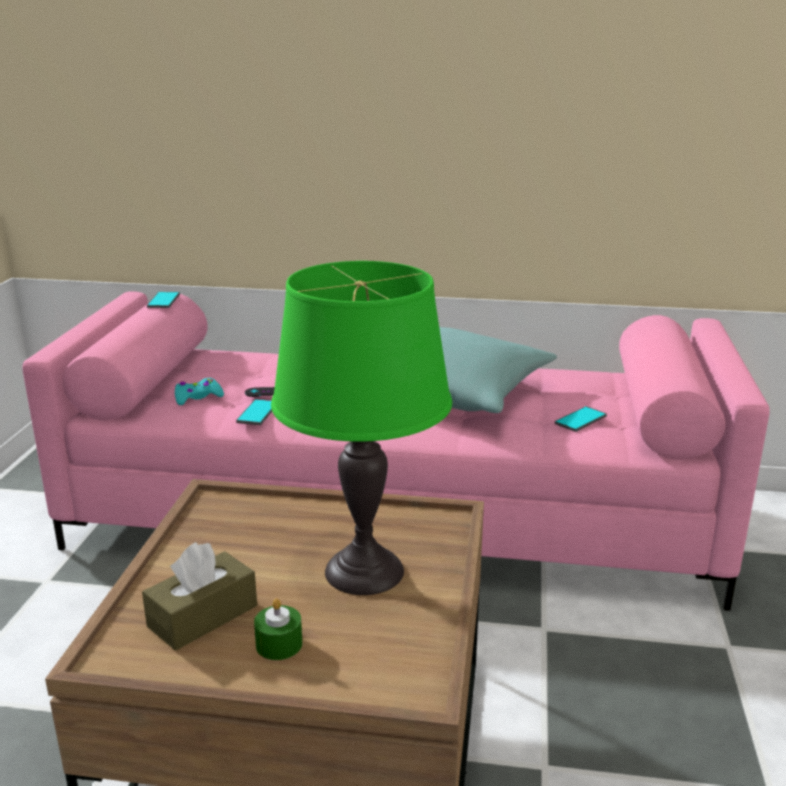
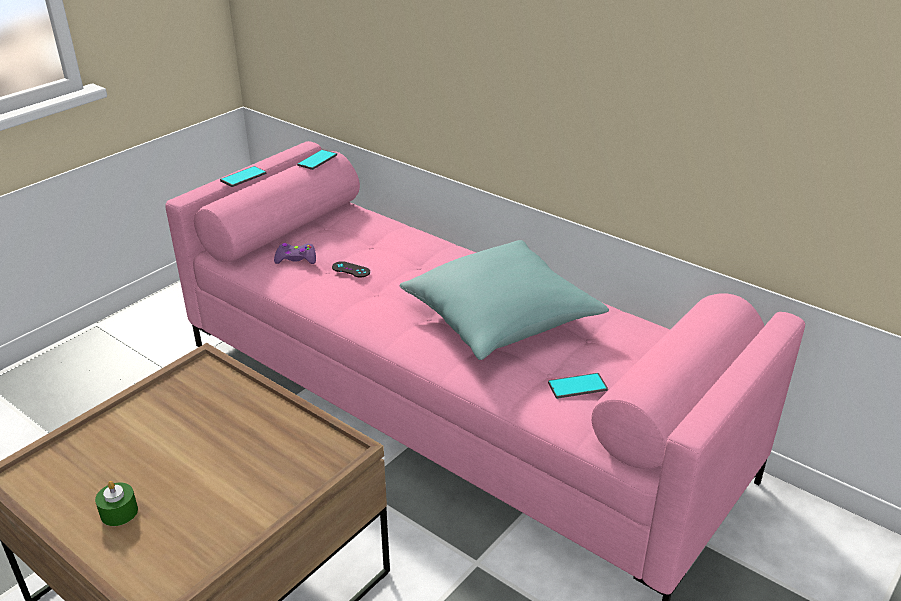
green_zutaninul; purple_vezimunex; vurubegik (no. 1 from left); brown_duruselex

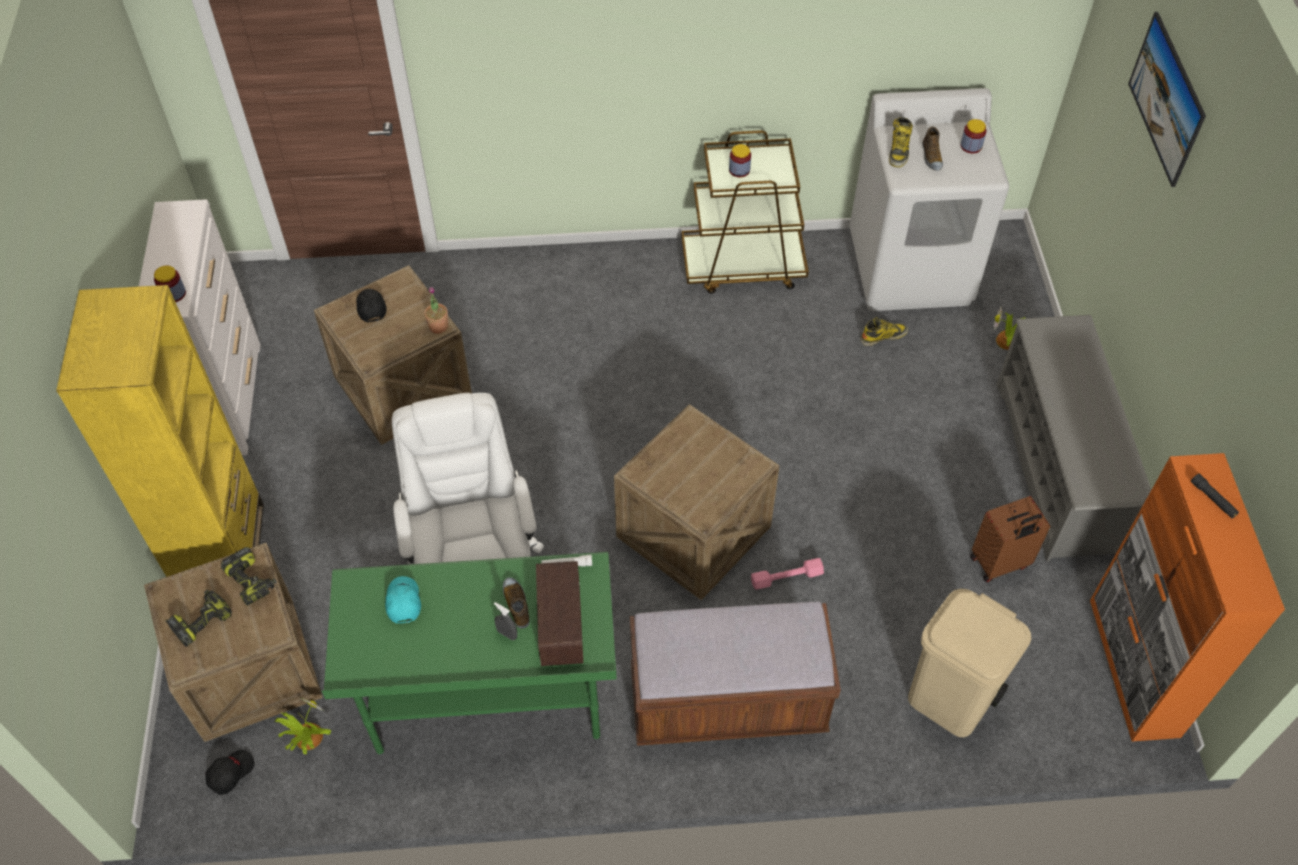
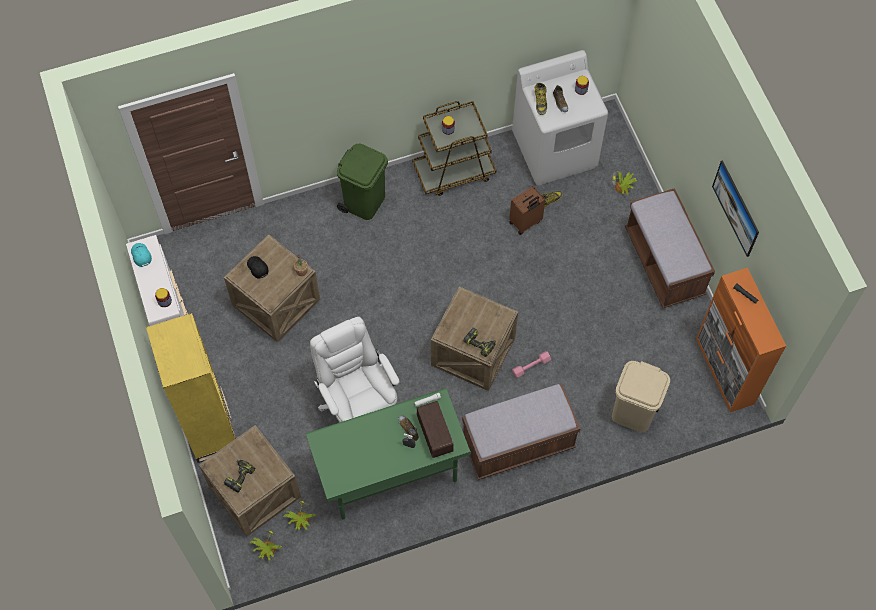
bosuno; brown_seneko (no. 2 from left); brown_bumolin; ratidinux (no. 2 from left); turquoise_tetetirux; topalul (no. 1 from left); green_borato

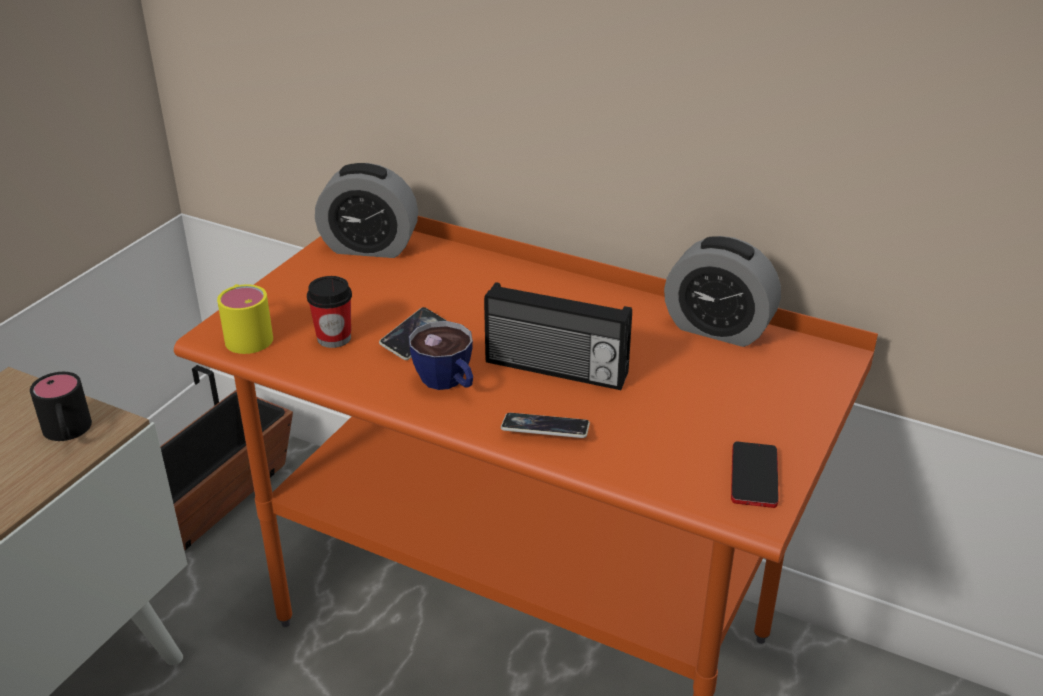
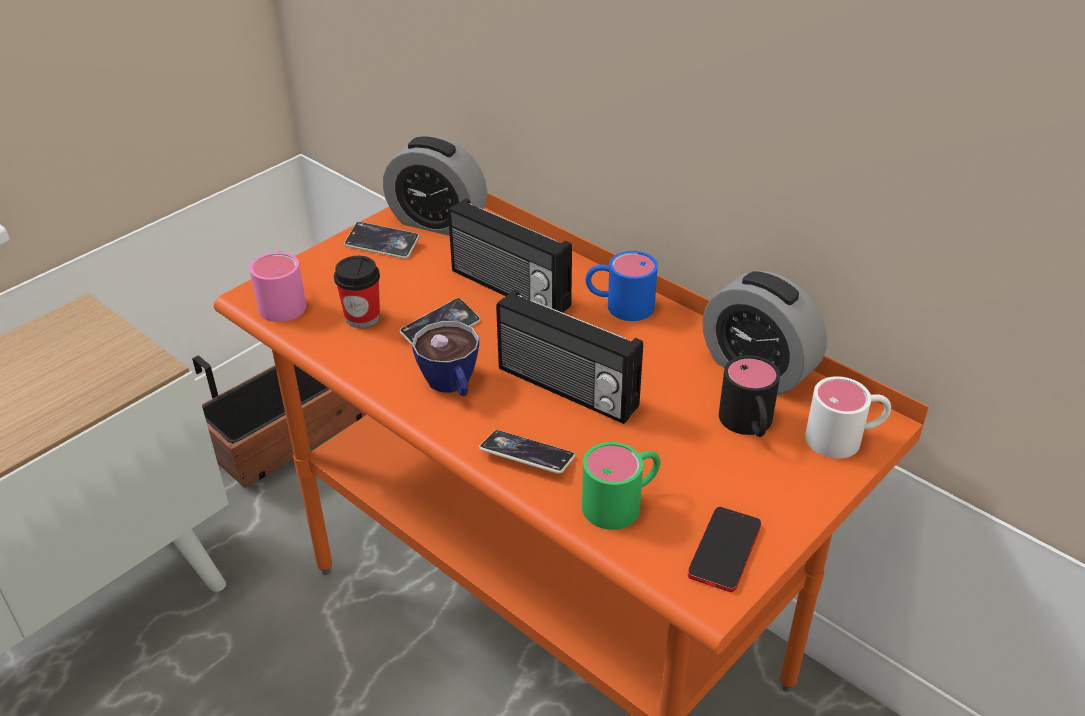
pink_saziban; black_saziban; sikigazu (no. 1 from left); vurubegik (no. 1 from left); blue_saziban; white_saziban; green_saziban

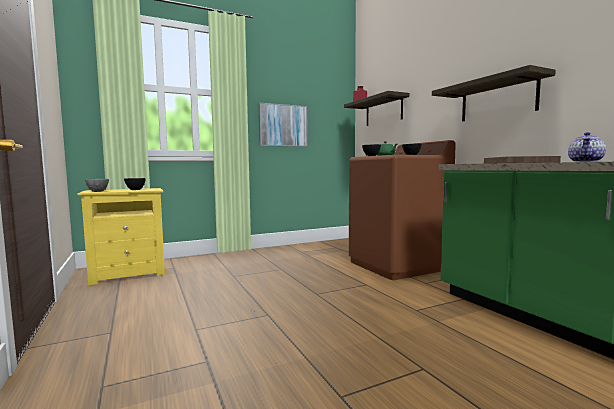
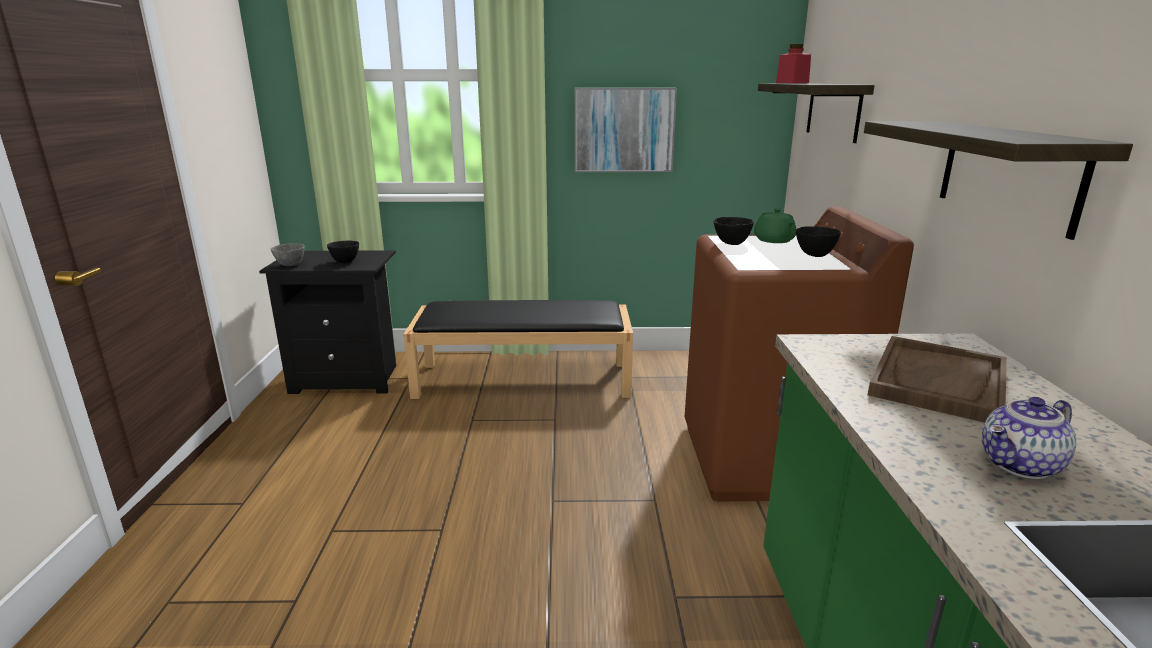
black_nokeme; black_seneko

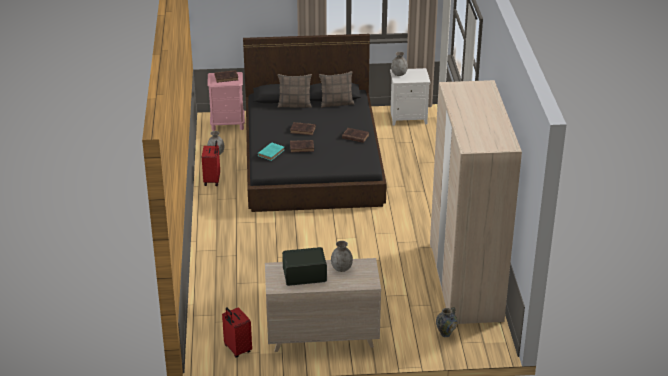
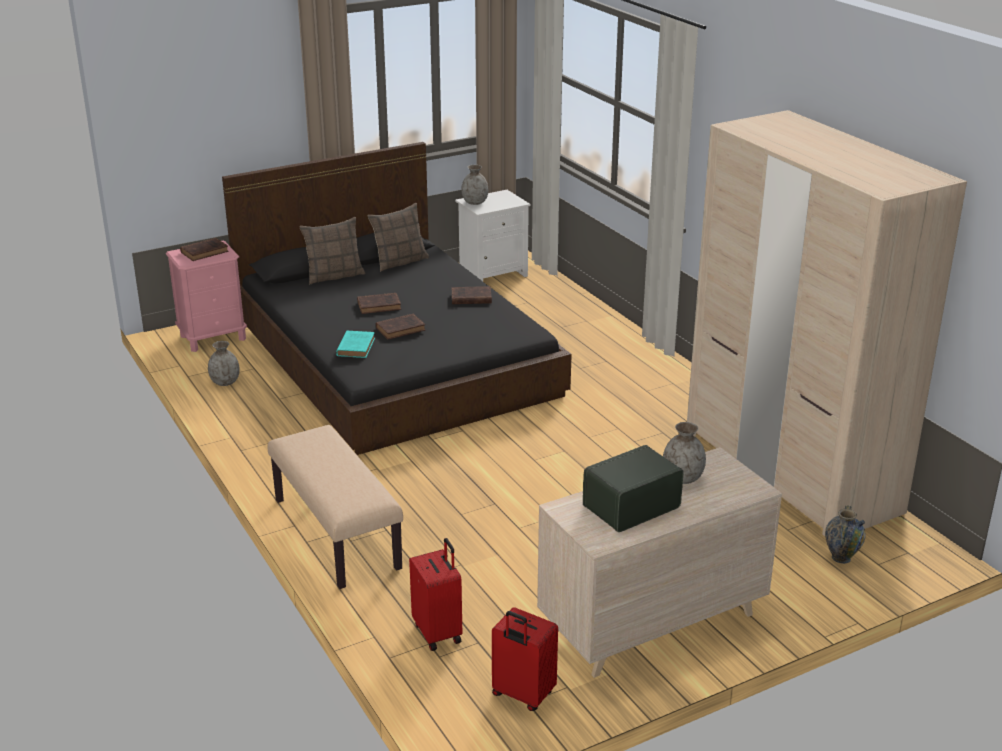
red_bumolin (no. 1 from left); beige_seneko

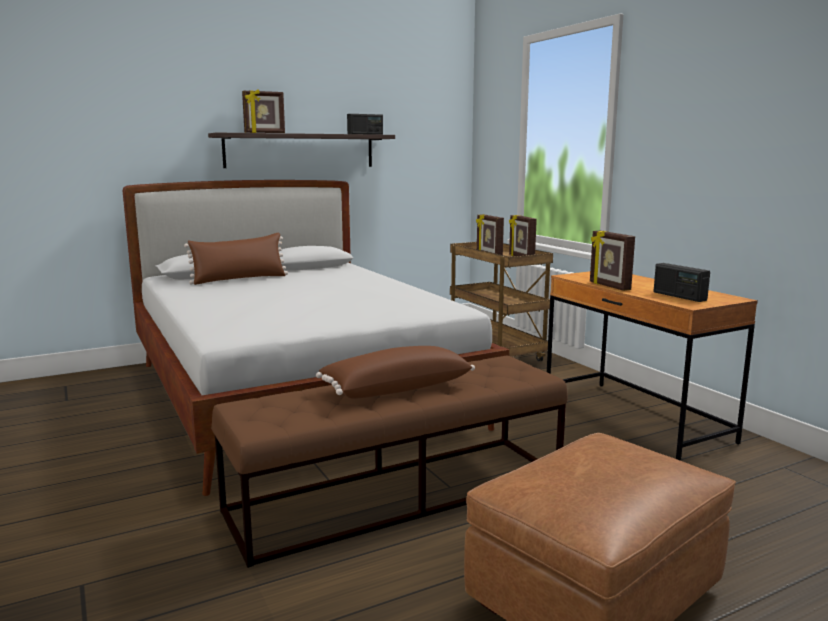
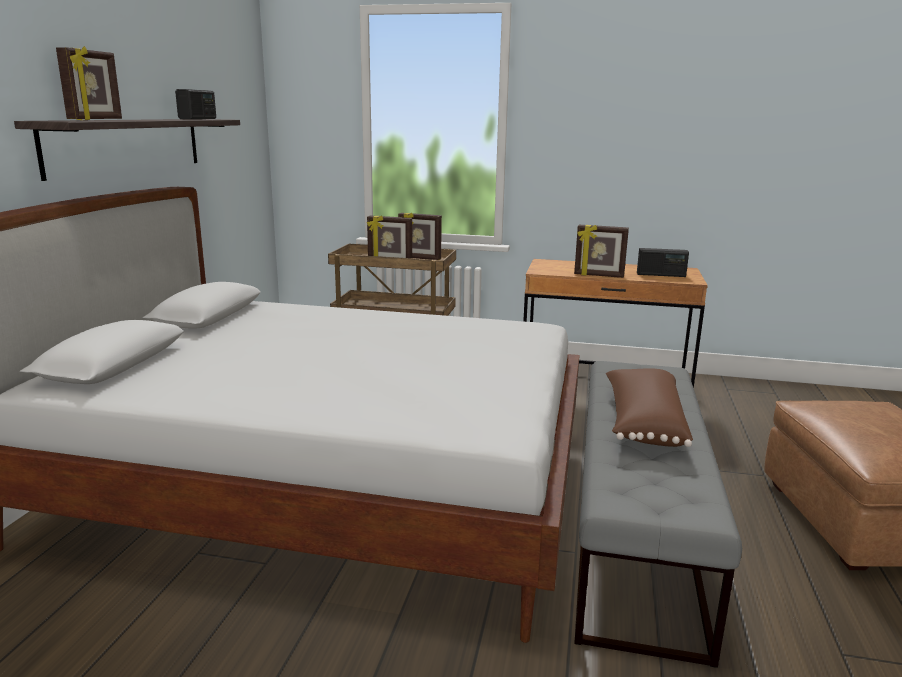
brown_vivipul (no. 1 from left in the first image); grey_seneko

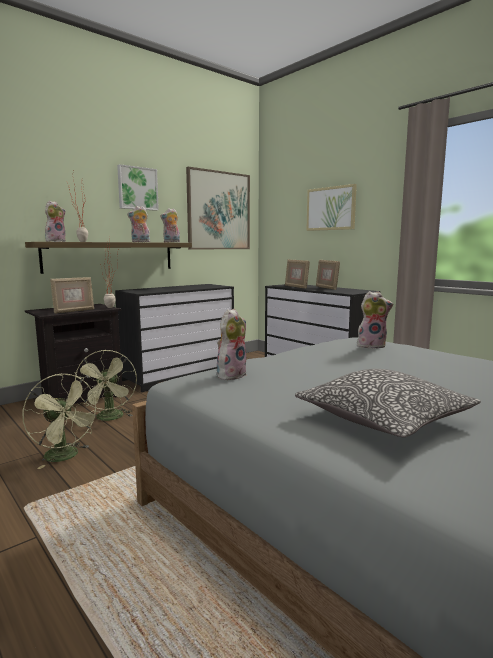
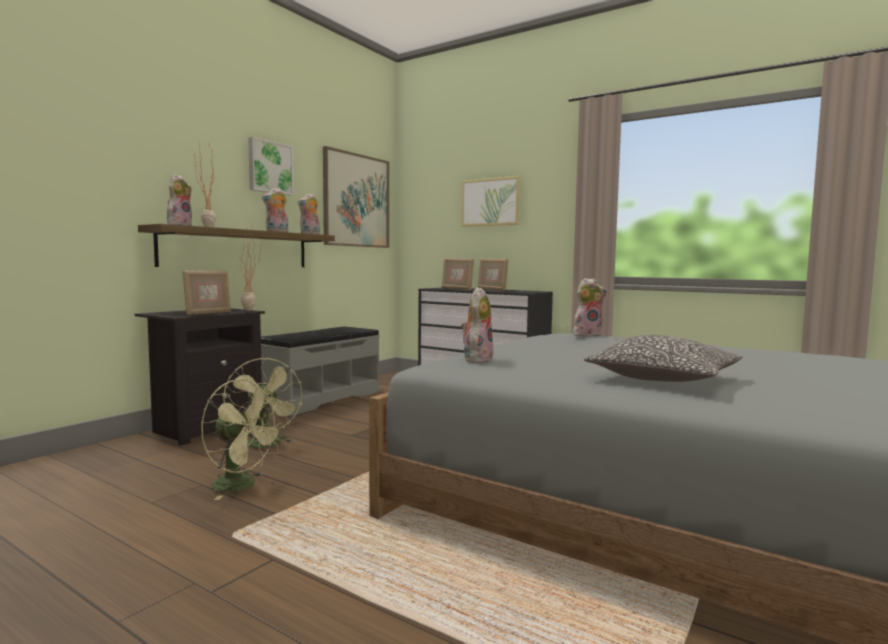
grey_seneko

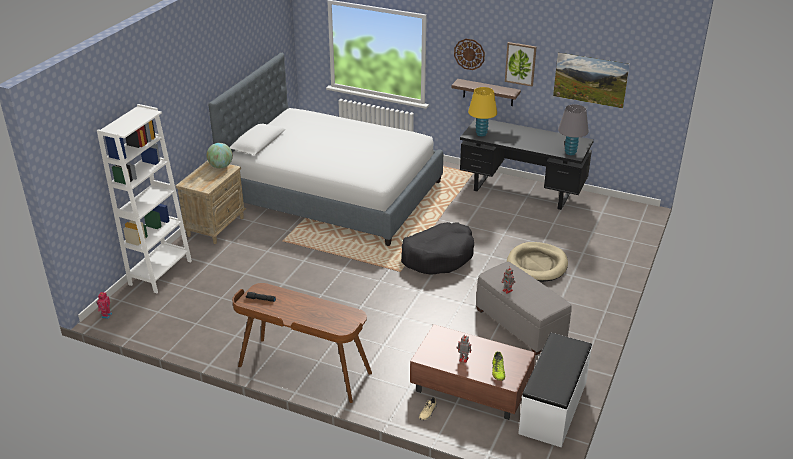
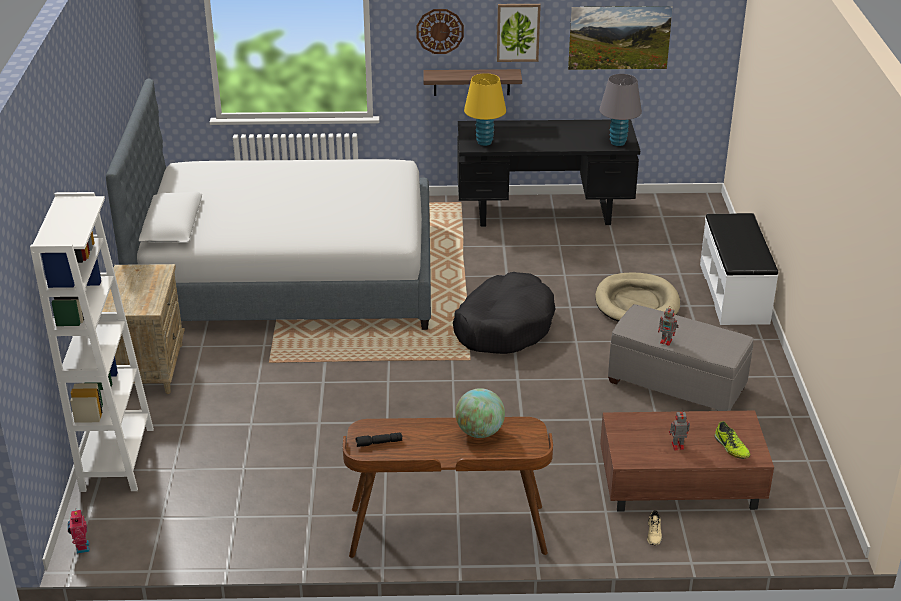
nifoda; white_seneko

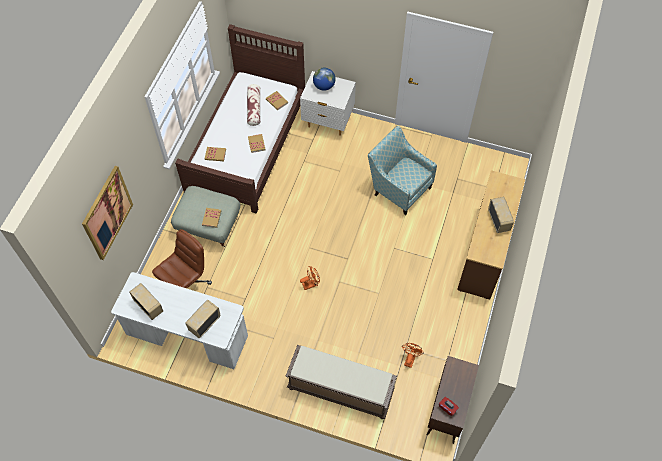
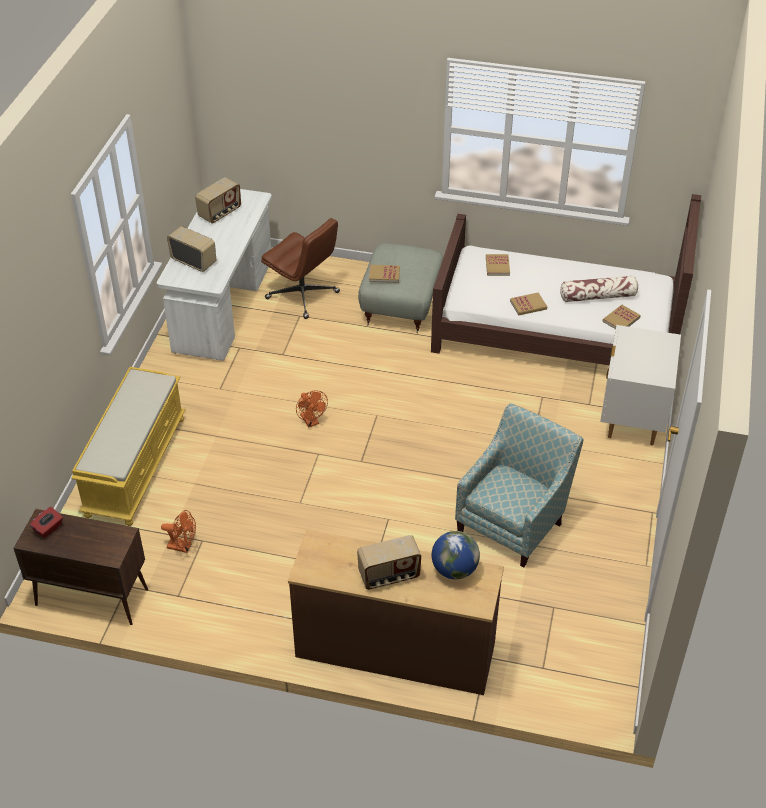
nifoda; bosuno; yellow_seneko

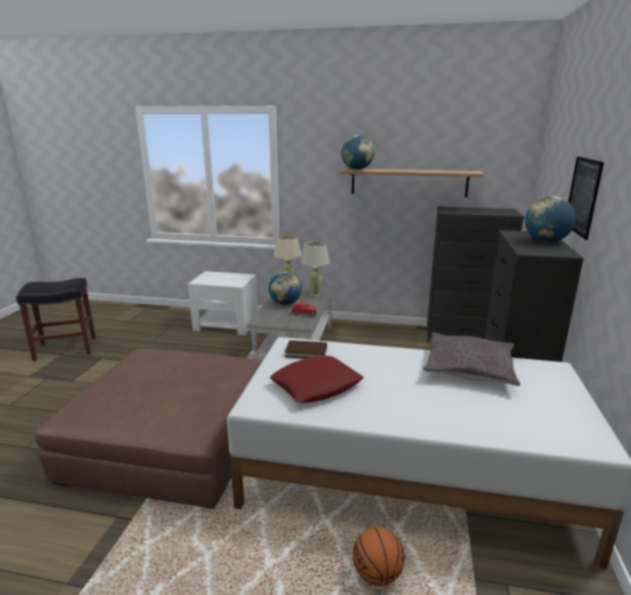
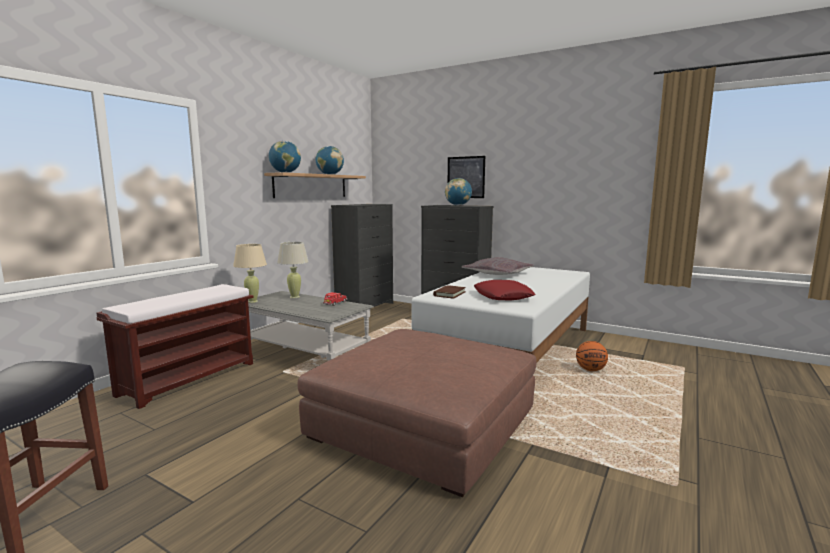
brown_seneko; nifoda (no. 2 from left)

